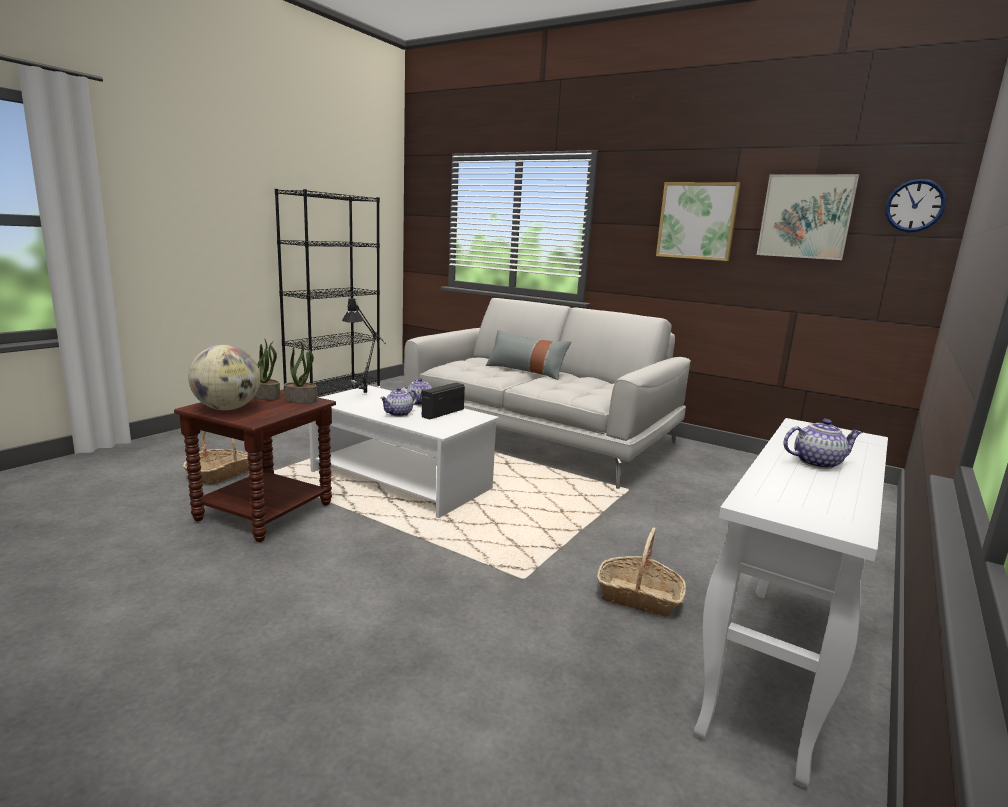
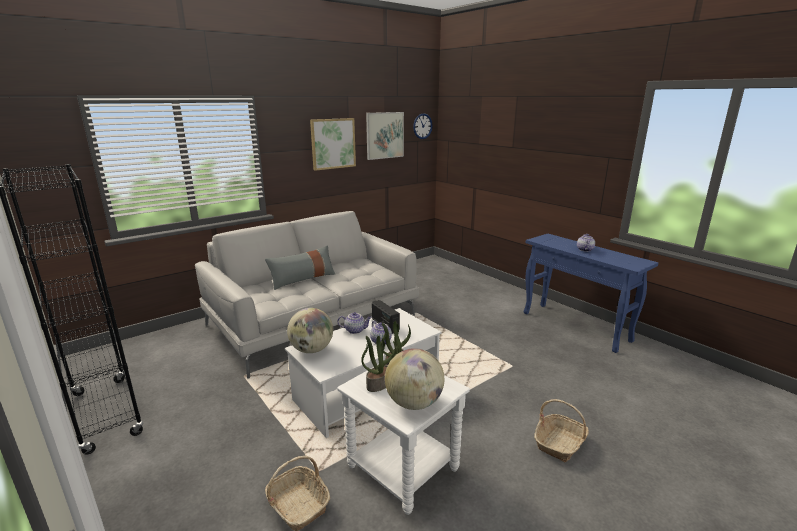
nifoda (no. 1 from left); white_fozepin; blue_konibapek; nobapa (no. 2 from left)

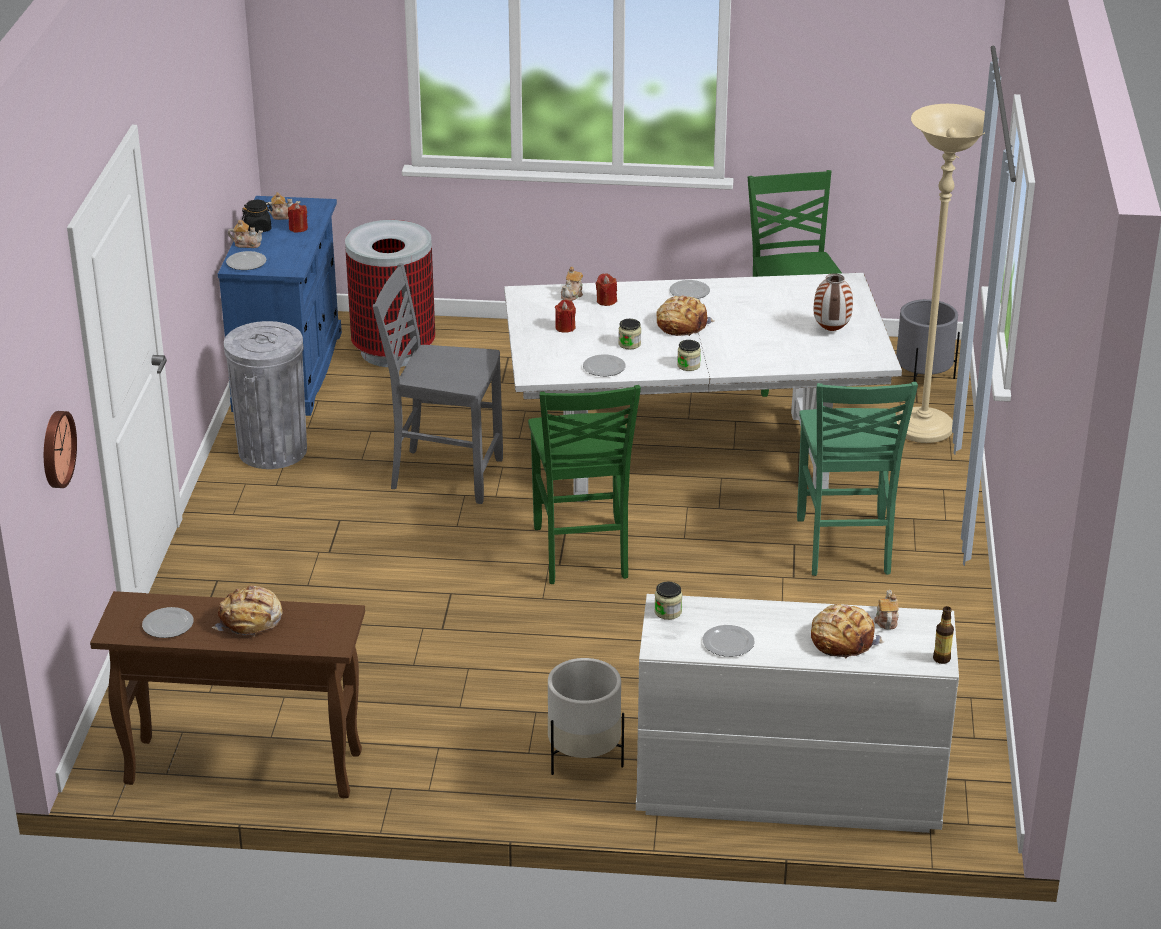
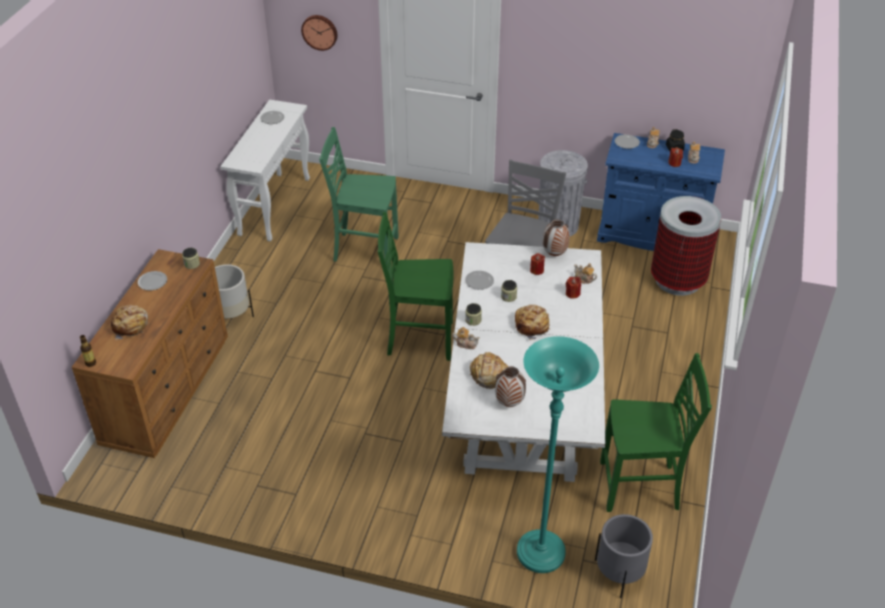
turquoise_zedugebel; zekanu (no. 4 from left in the first image); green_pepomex (no. 1 from left); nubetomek (no. 2 from left); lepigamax (no. 1 from left); white_konibapek; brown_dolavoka; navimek (no. 2 from left)

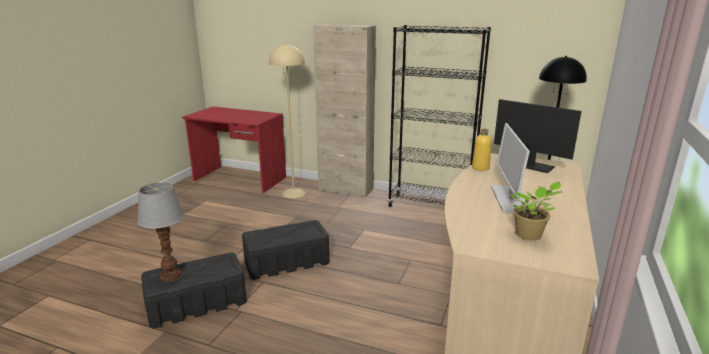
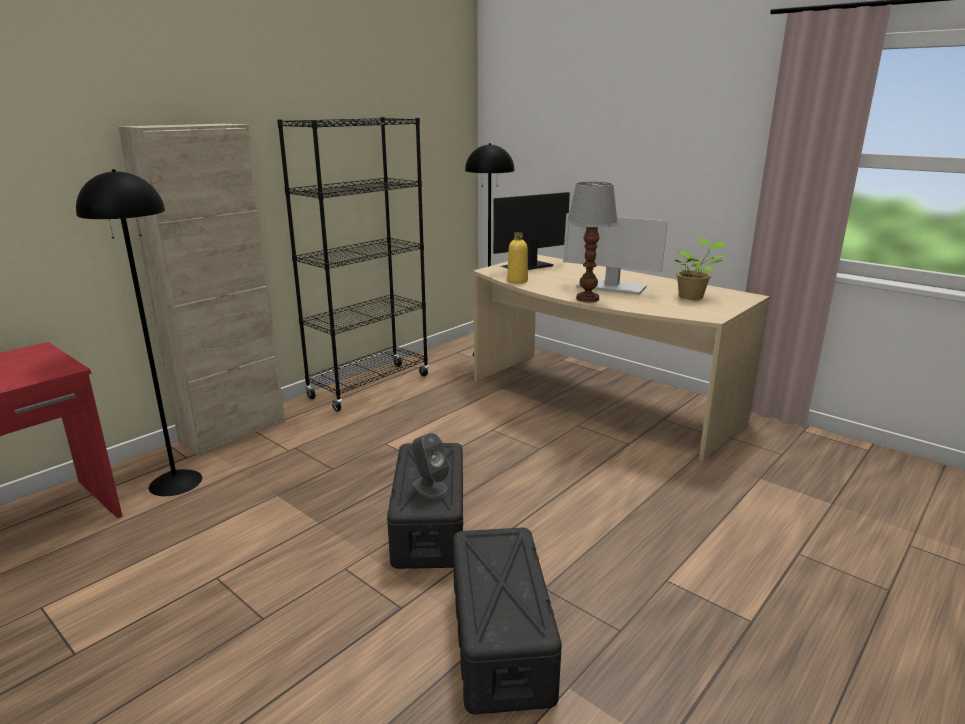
black_zedugebel (no. 1 from left); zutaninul; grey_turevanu

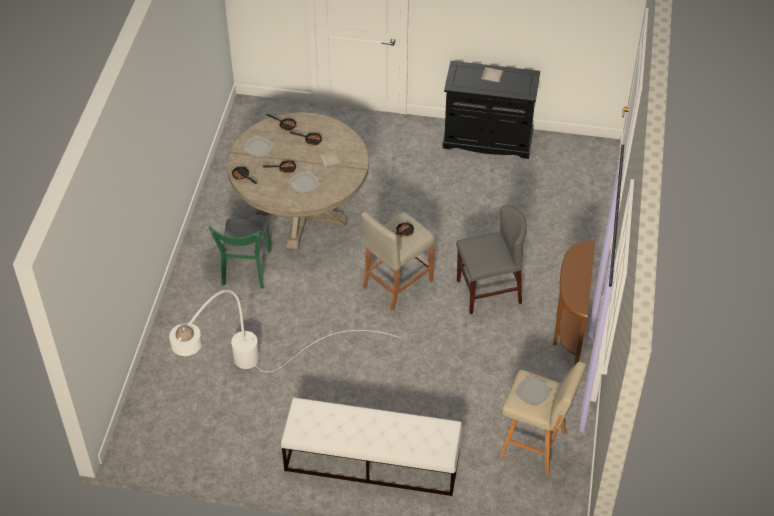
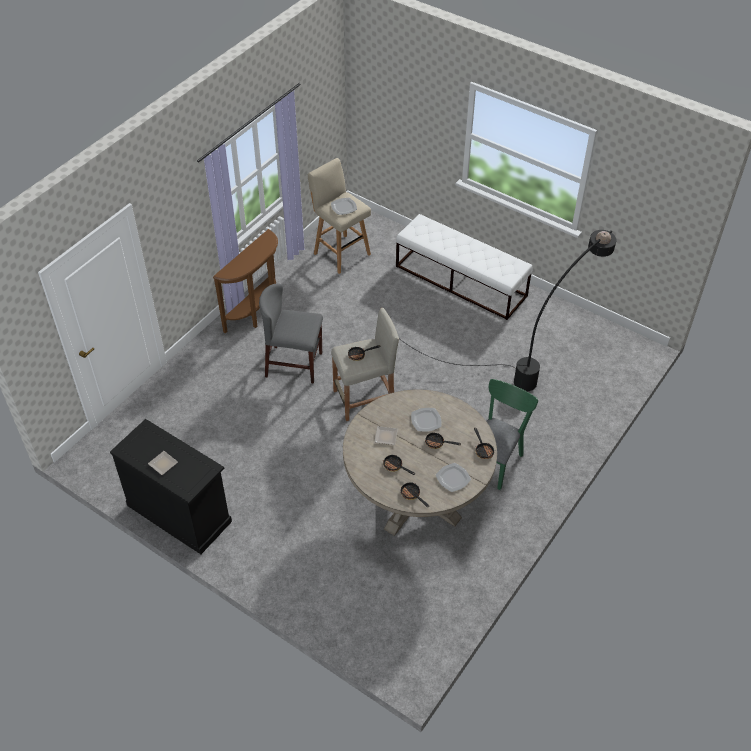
black_zedugebel

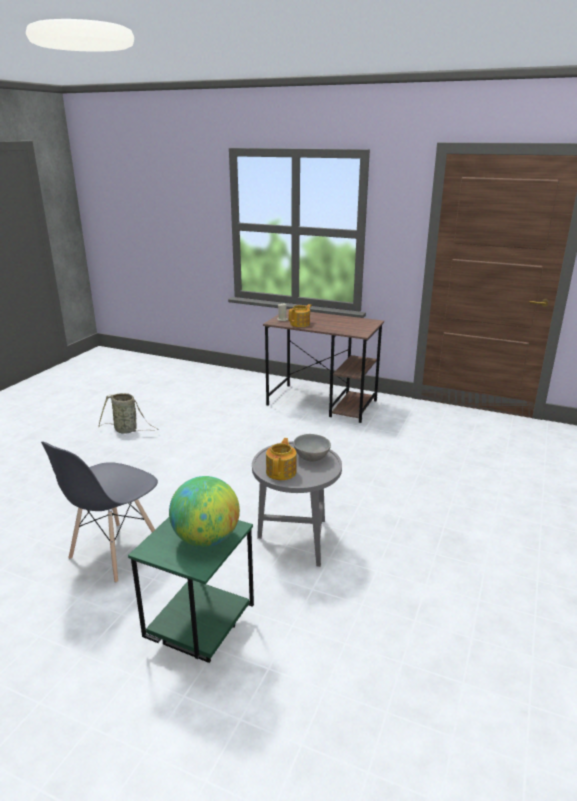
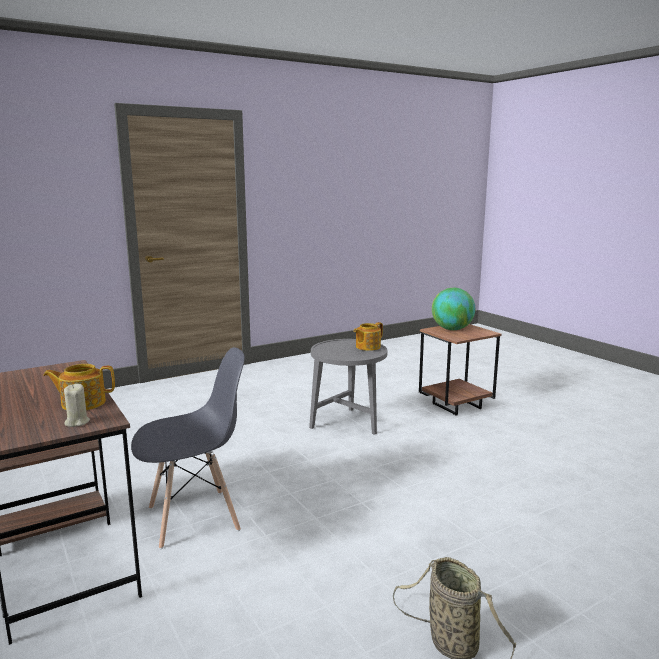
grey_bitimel; grey_pepomex; brown_fozepin

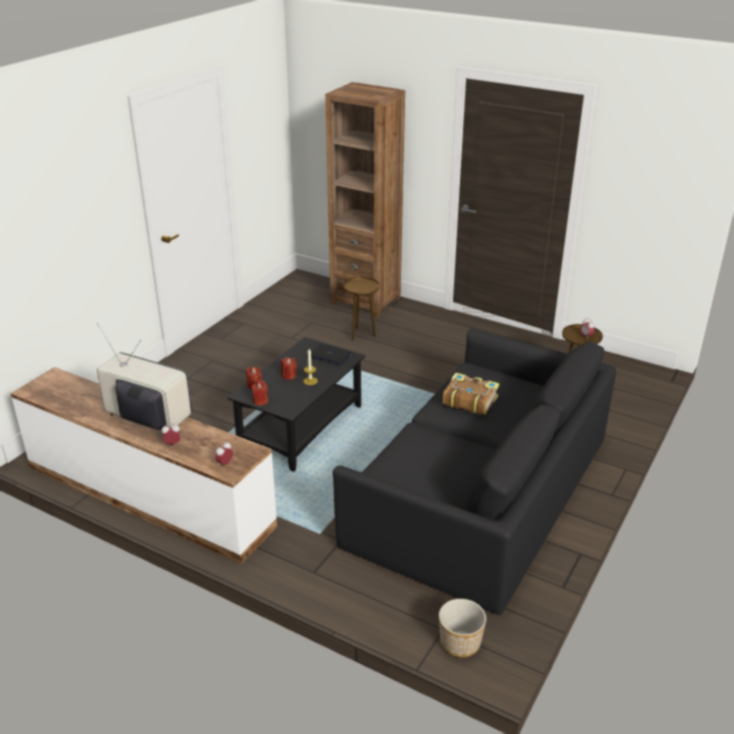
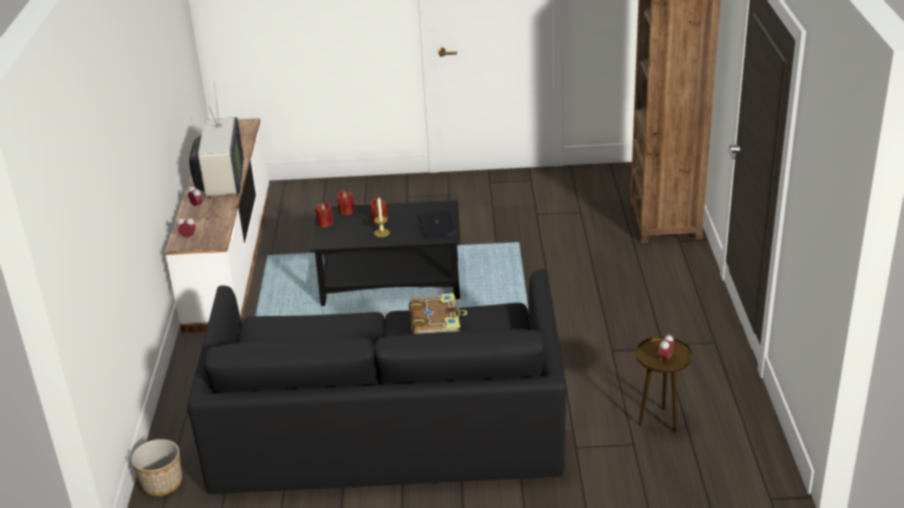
brown_fozepin (no. 1 from left in the first image)

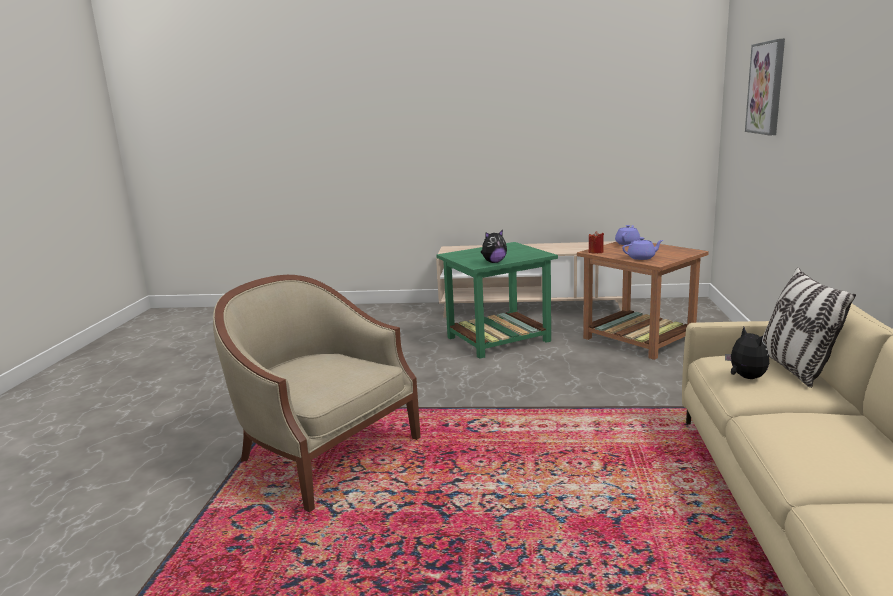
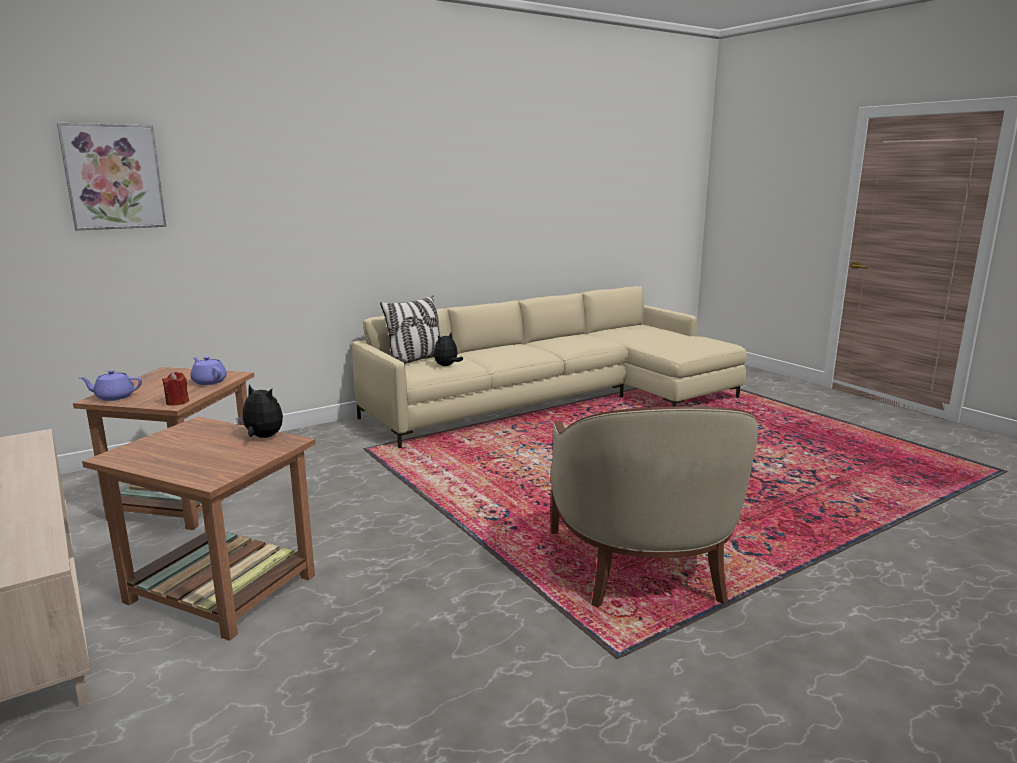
brown_fozepin (no. 2 from left)

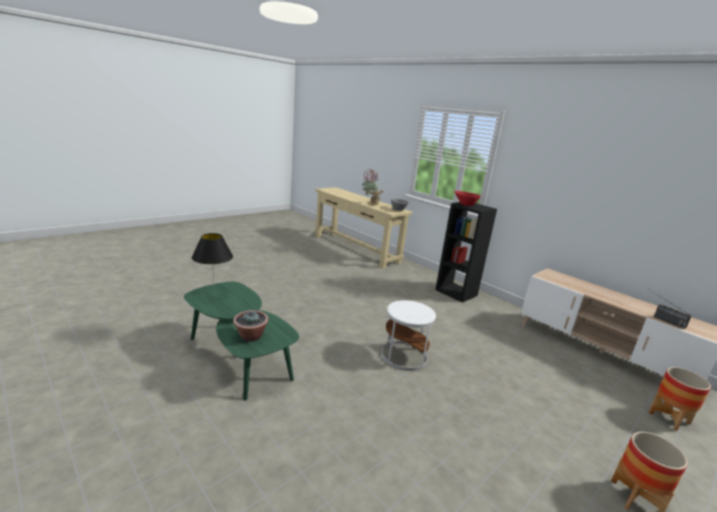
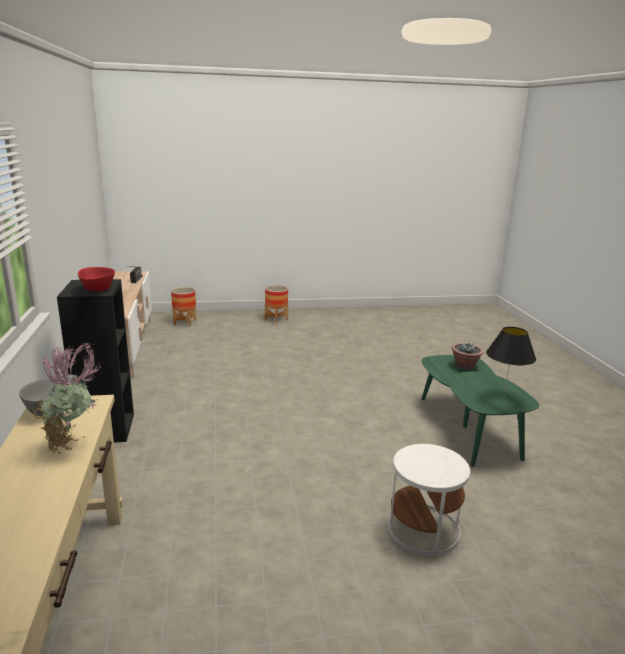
white_fozepin

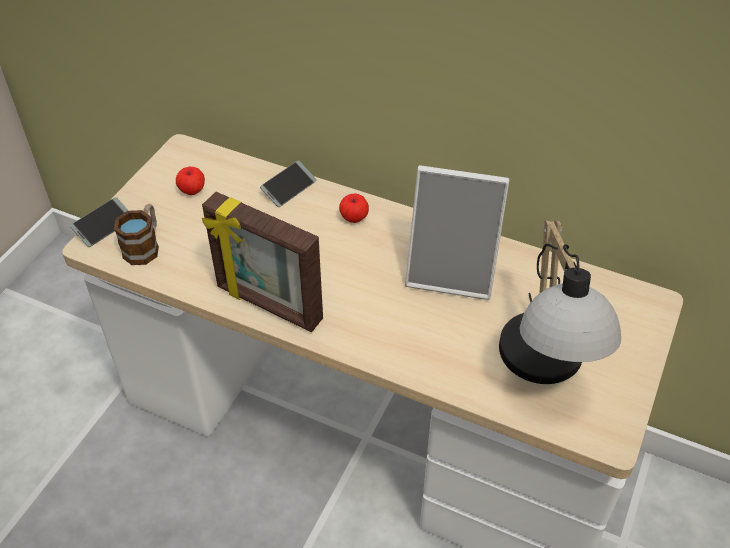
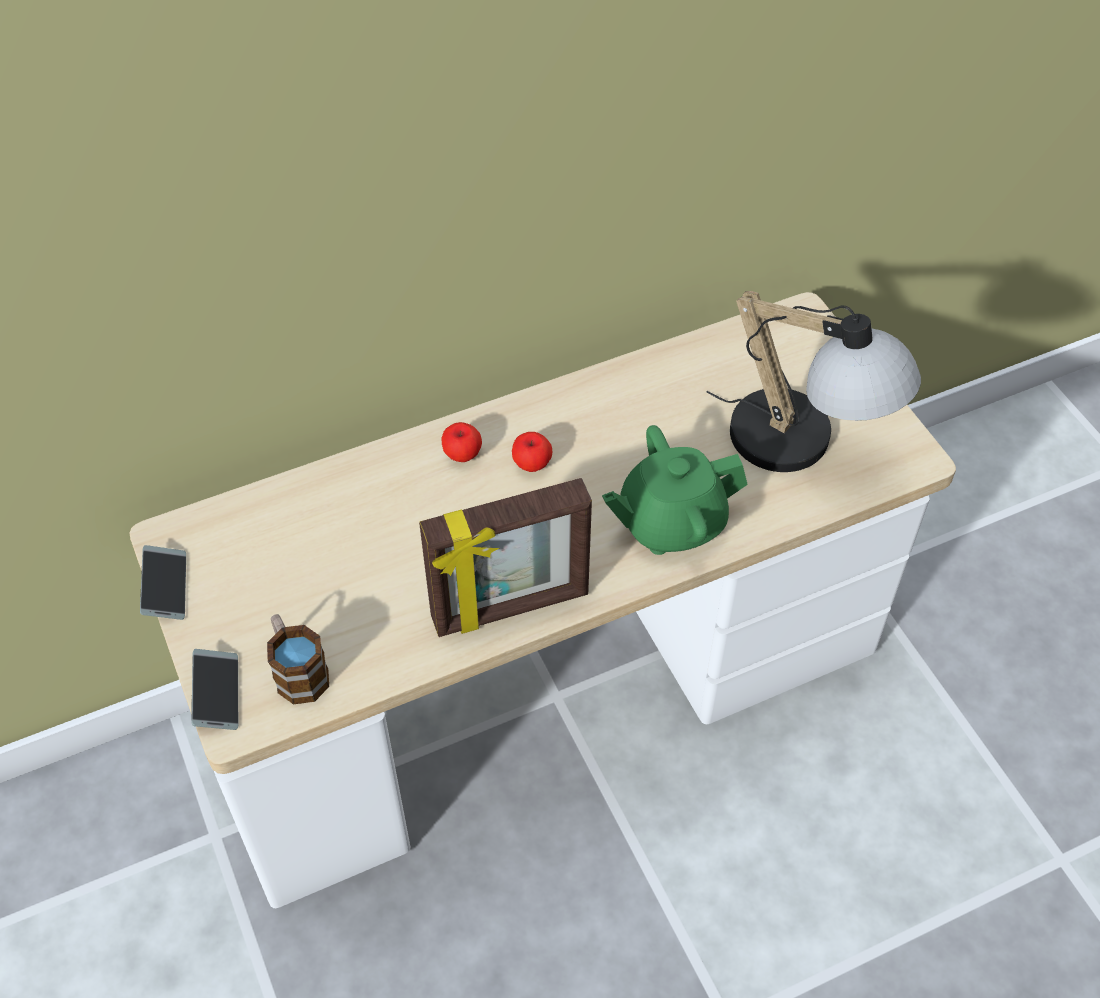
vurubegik (no. 1 from left); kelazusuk (no. 2 from left in the first image); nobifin (no. 2 from left); green_lepigamax

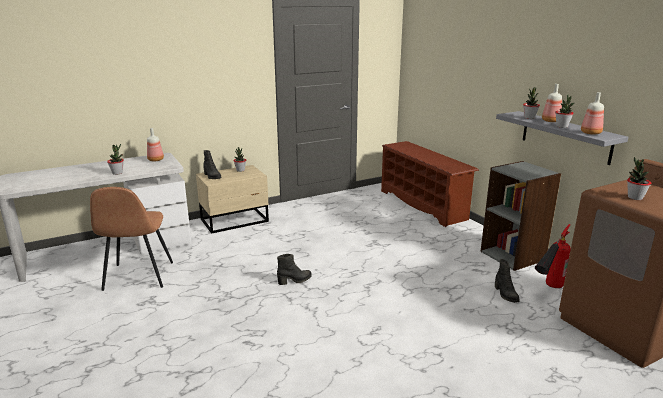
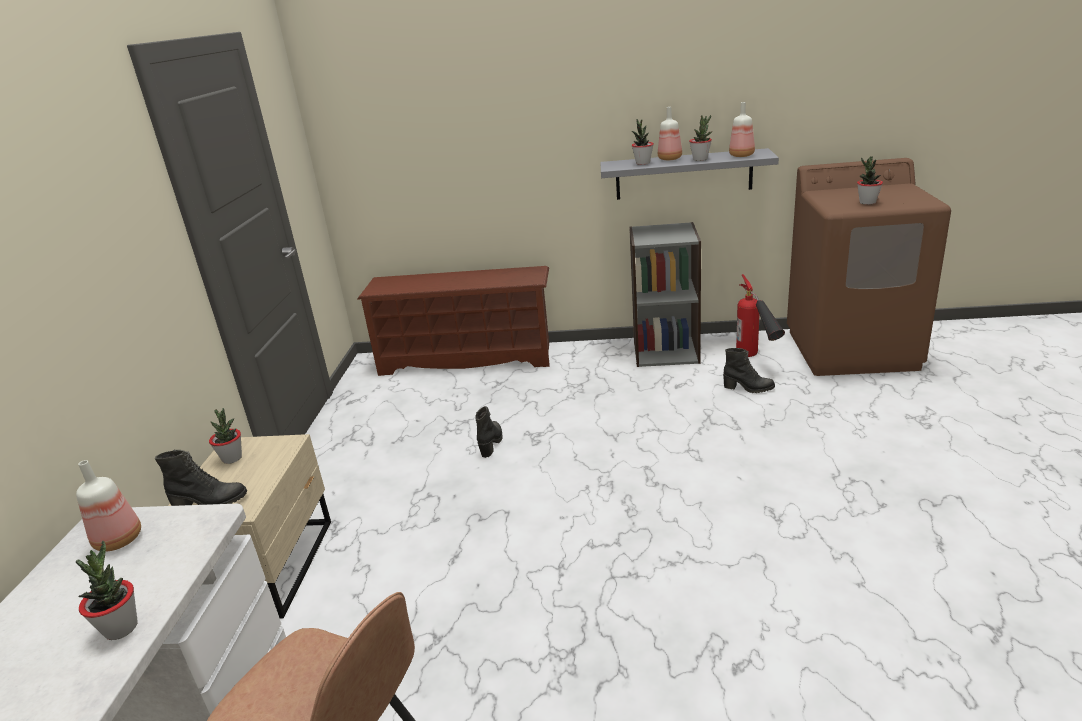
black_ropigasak (no. 2 from left)

